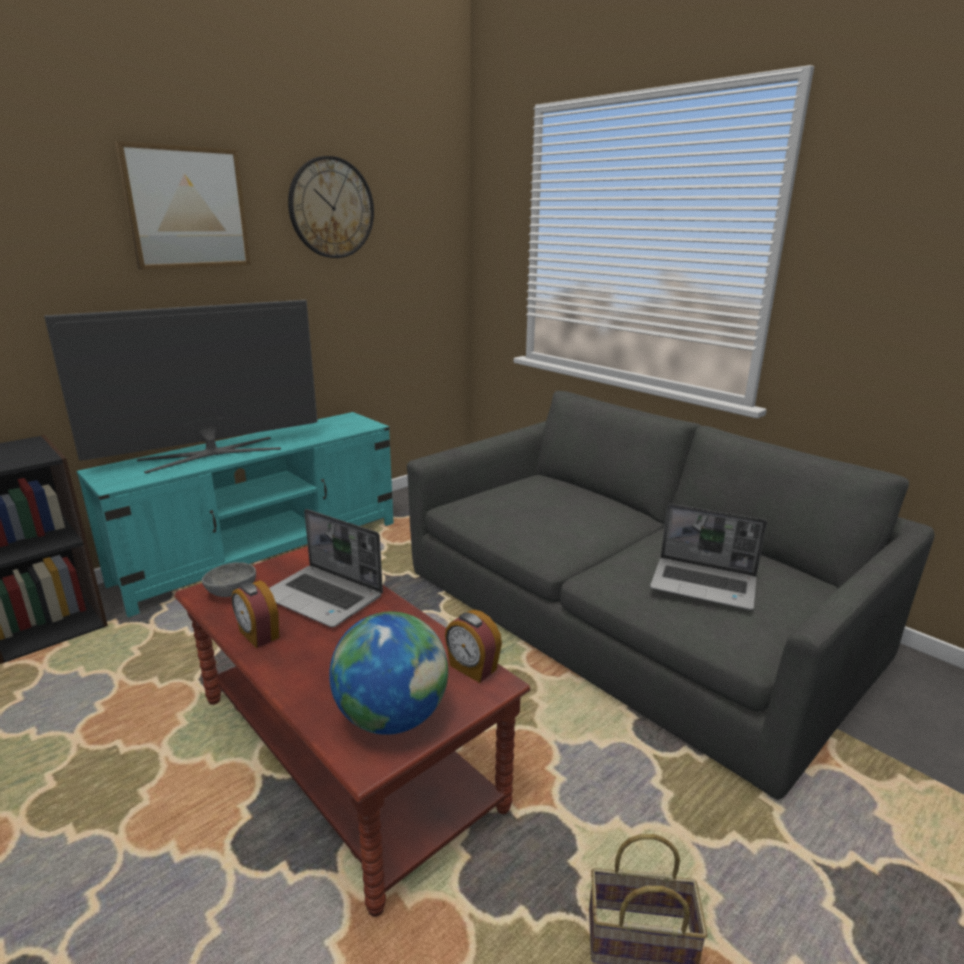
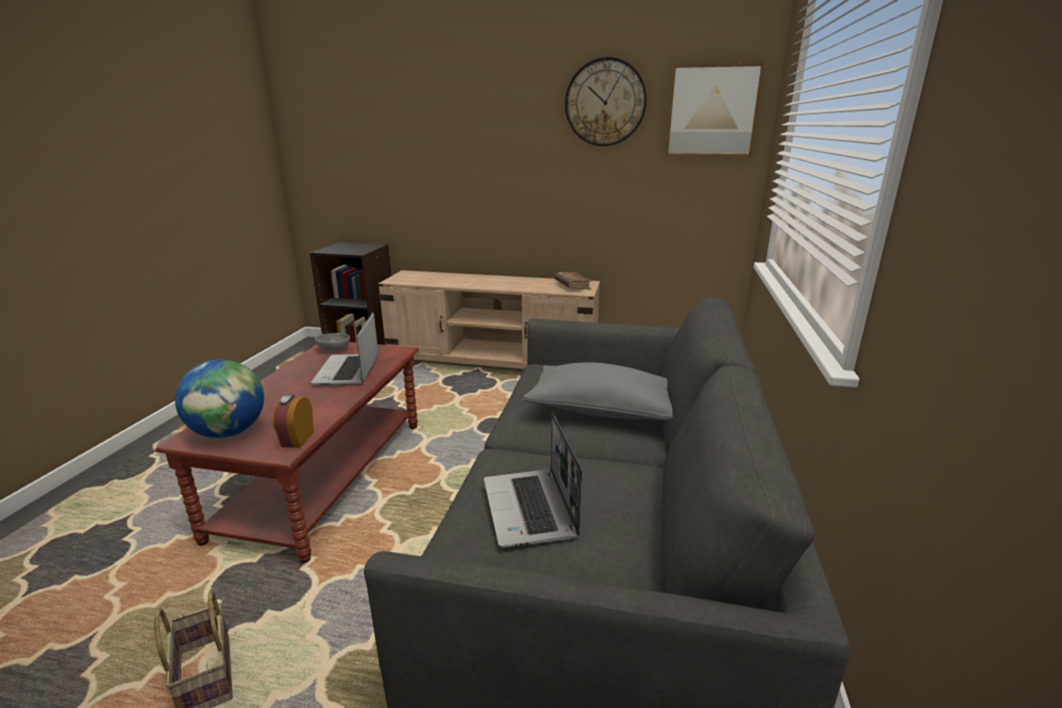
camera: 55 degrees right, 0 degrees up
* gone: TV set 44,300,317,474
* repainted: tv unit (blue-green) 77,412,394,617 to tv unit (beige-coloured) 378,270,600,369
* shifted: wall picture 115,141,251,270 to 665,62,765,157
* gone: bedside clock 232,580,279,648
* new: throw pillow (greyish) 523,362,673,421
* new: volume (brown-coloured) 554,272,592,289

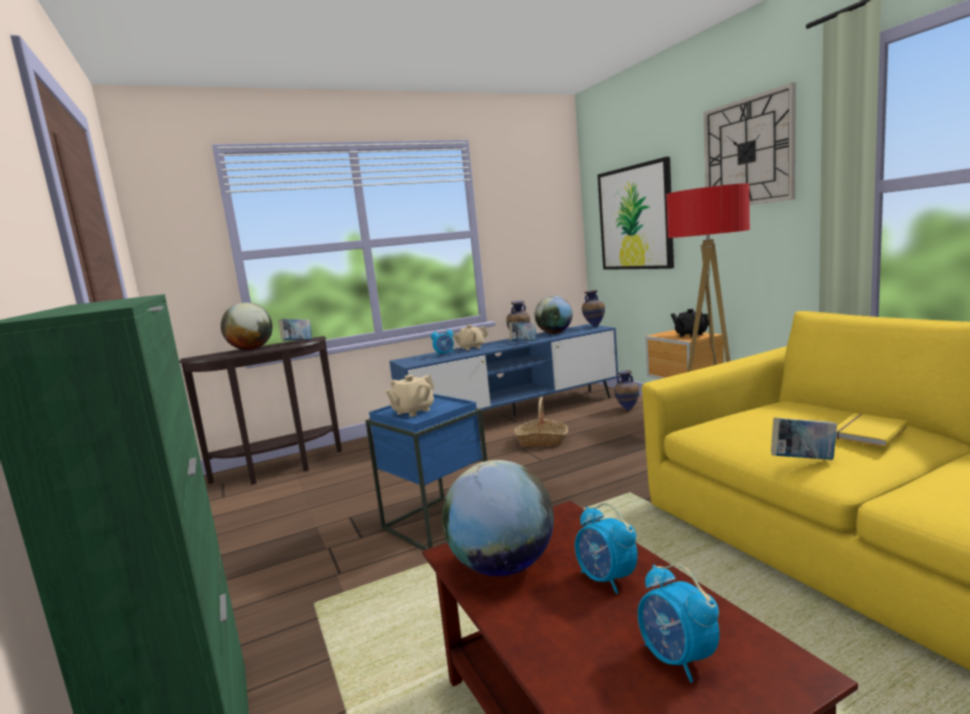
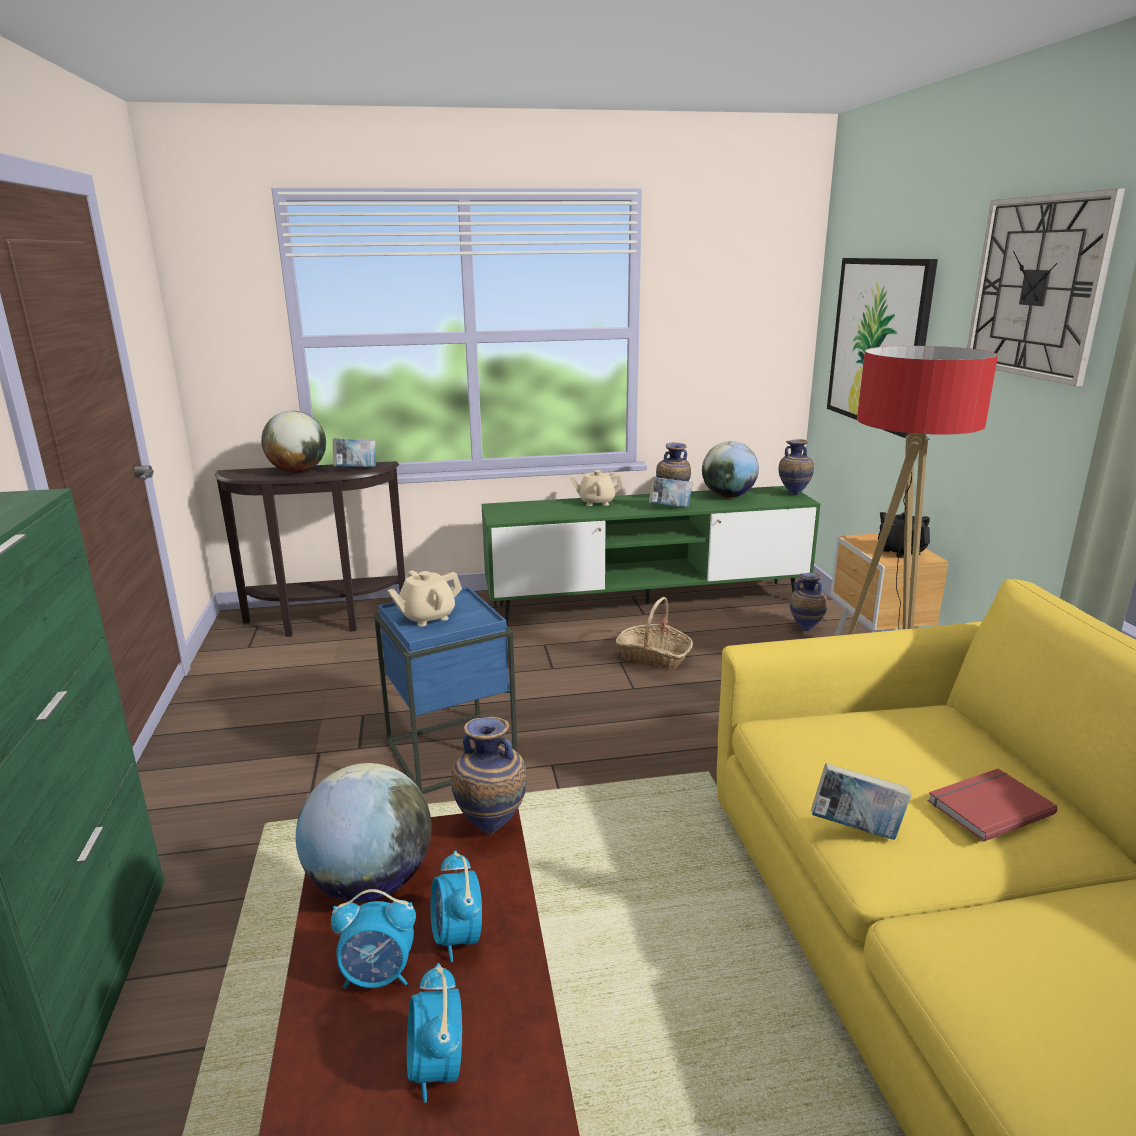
camera: 15 degrees right, 10 degrees up
* repainted: tv unit (bluish) 389,324,618,417 to tv unit (greenish) 482,486,820,626
* shifted: bedside clock 431,327,454,357 to 331,889,416,988
* repainted: volume (yellowish) 836,413,908,447 to volume (reddish) 928,769,1058,842
* new: vase 451,717,527,834

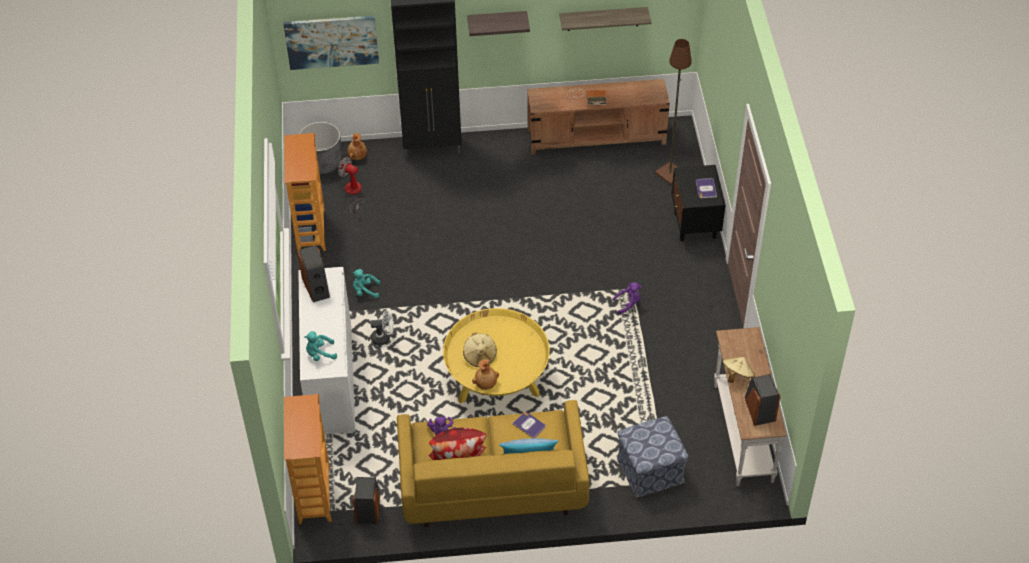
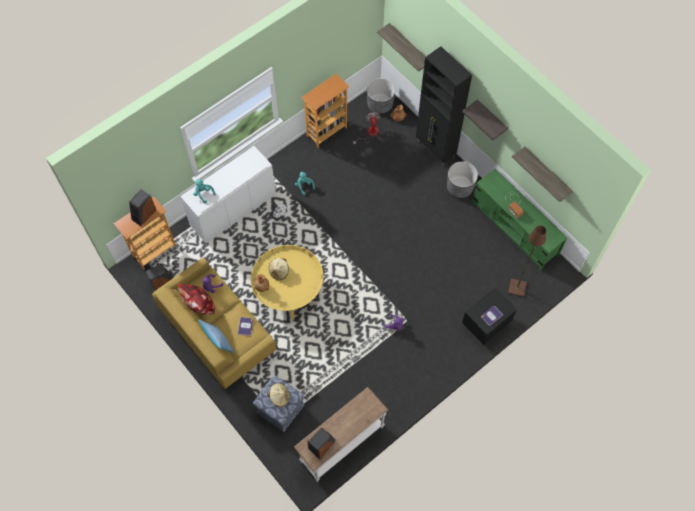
camera: 55 degrees right, 15 degrees up
* swapped: wall picture 283,15,379,70 to bracket shelf 377,23,426,72
* shifted: speaker 298,245,330,302 to 129,189,156,226
* repainted: tv unit (brown-coloured) 527,79,670,155 to tv unit (greenish) 472,169,568,271
* shifted: hat (beige-coloured) 722,357,755,383 to 267,383,289,407
* new: plant pot (greyish) 447,161,478,198

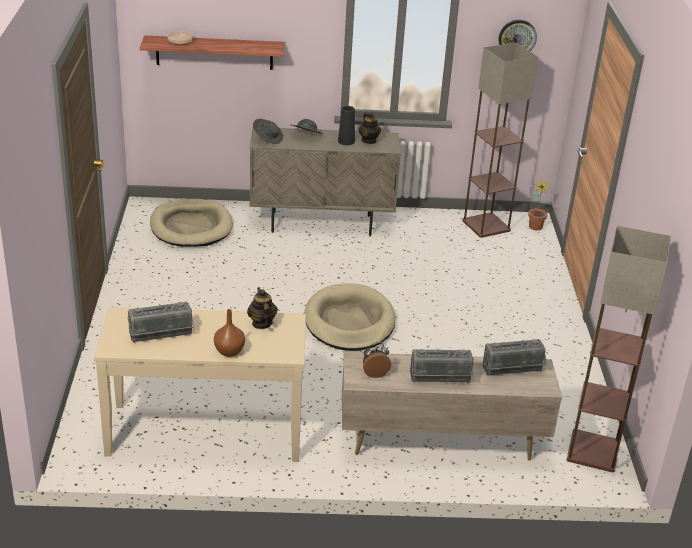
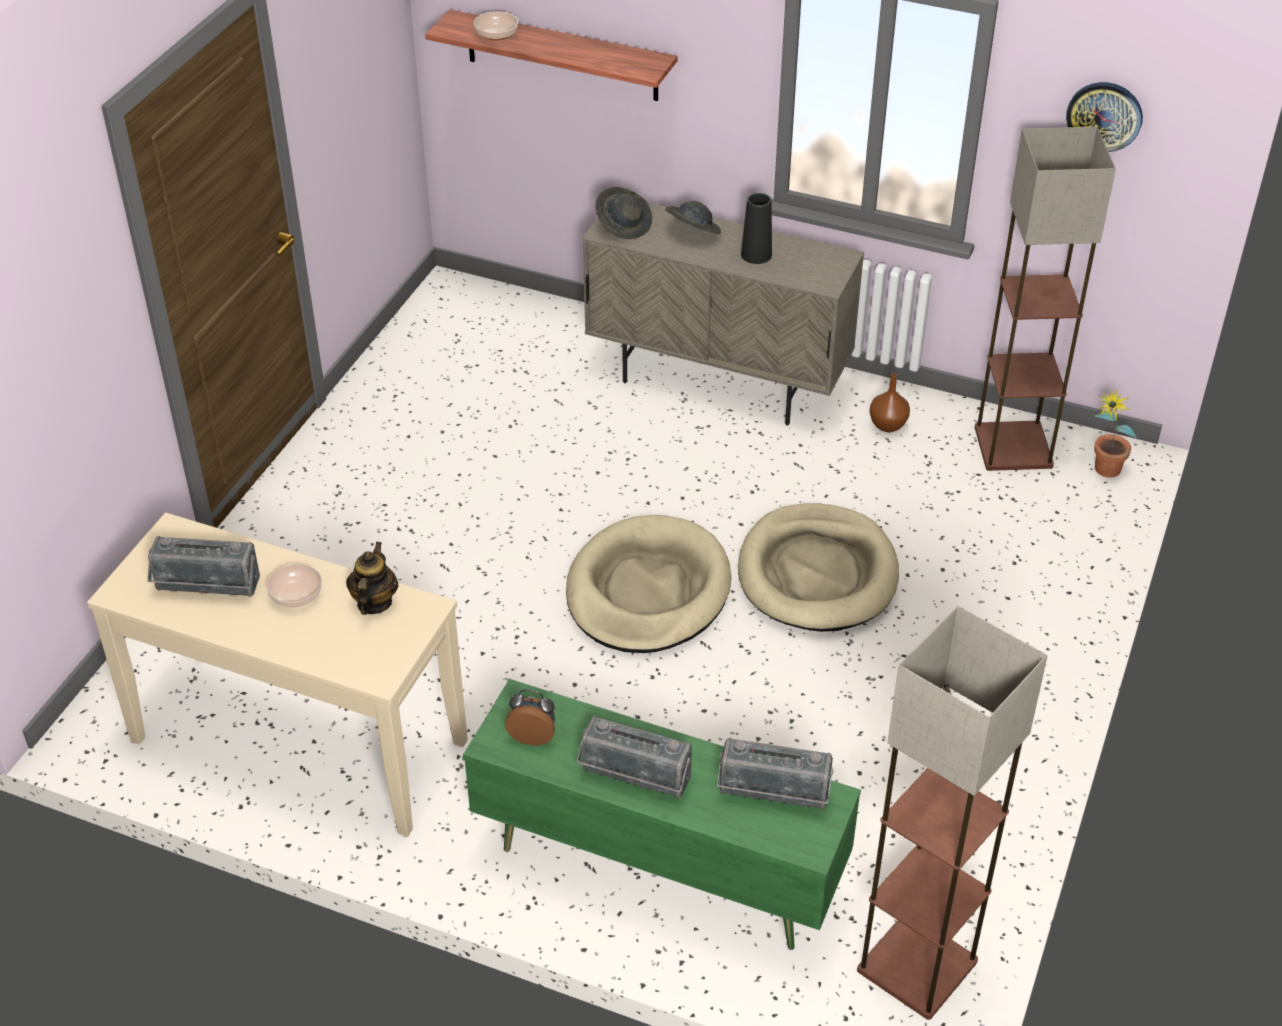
camera: 25 degrees right, 10 degrees up
* shifted: dog cushion (beige-coloured) 150,199,233,247 to 738,503,899,632
* shifted: vase (brown-coloured) 214,309,245,357 to 870,373,910,432
* repainted: tv unit (beige-coloured) 342,352,562,461 to tv unit (greenish) 462,679,861,950
* gone: tea pot 359,112,381,144
* new: bowl 266,564,322,608

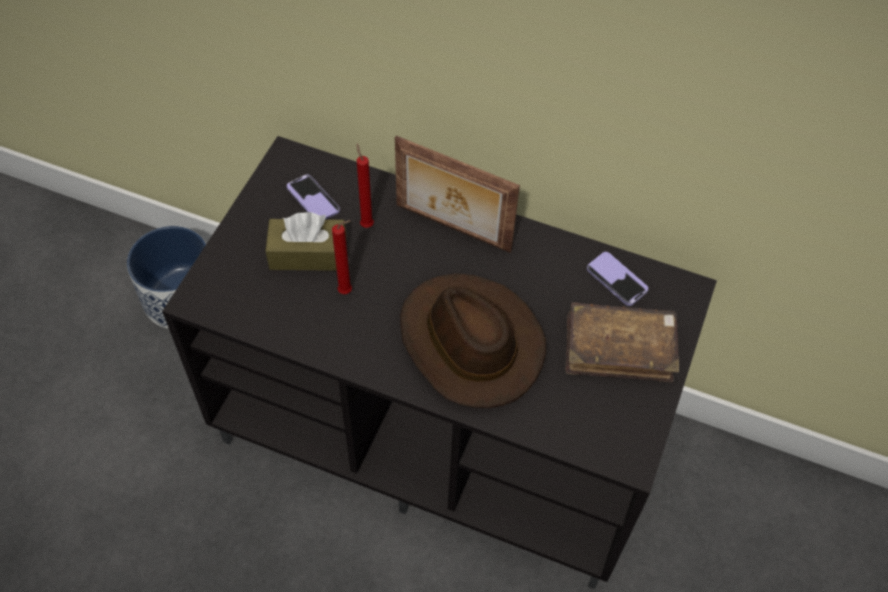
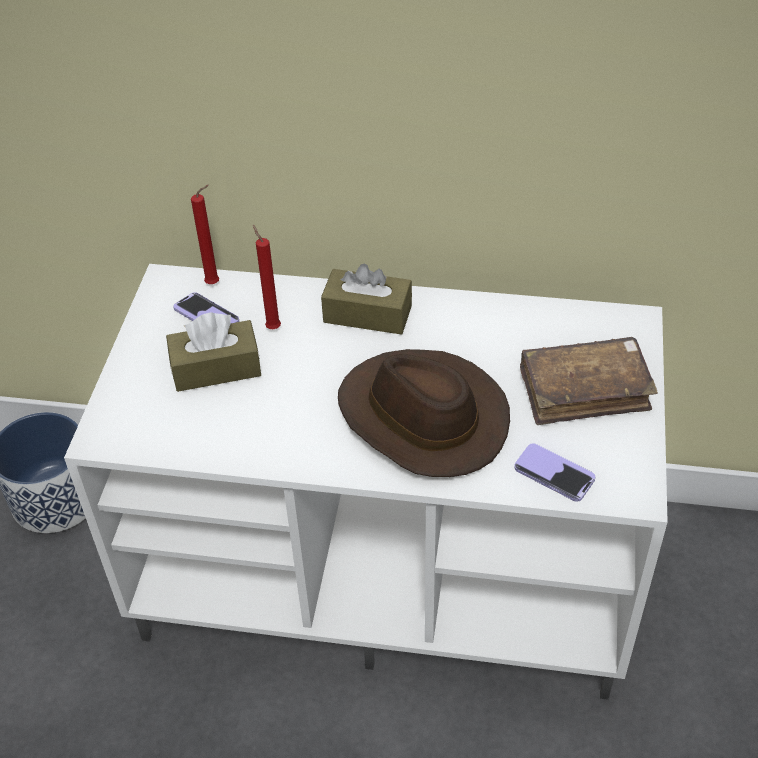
camera: 10 degrees left, 10 degrees down
* repainted: tv unit (blackish) 162,136,717,589 to tv unit (white-coloured) 64,264,668,700
* shifted: wax light (reddish) 332,220,352,294 to 191,185,219,284
* swapped: picture frame 395,136,520,253 to tissue box (brown-coloured) 321,263,412,335
* shifted: handset 587,252,648,306 to 514,443,595,502

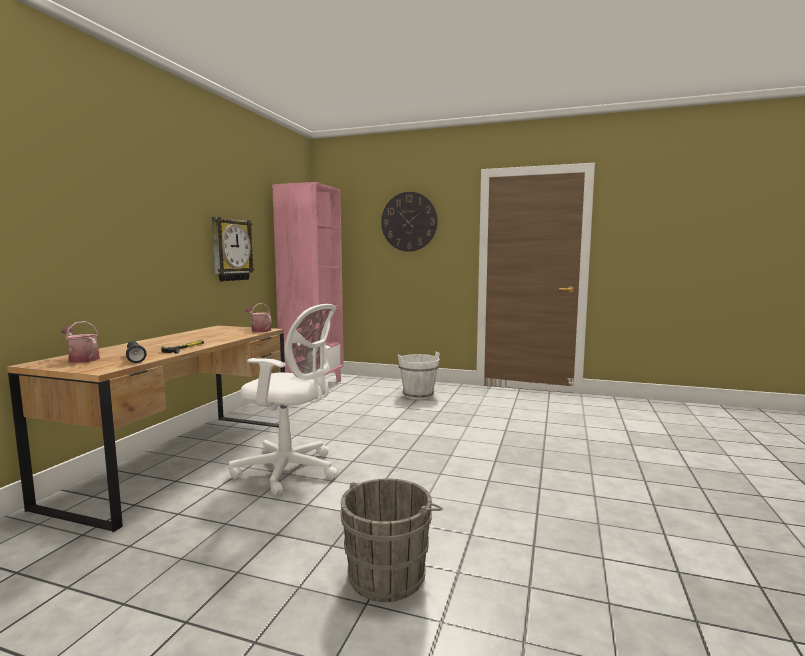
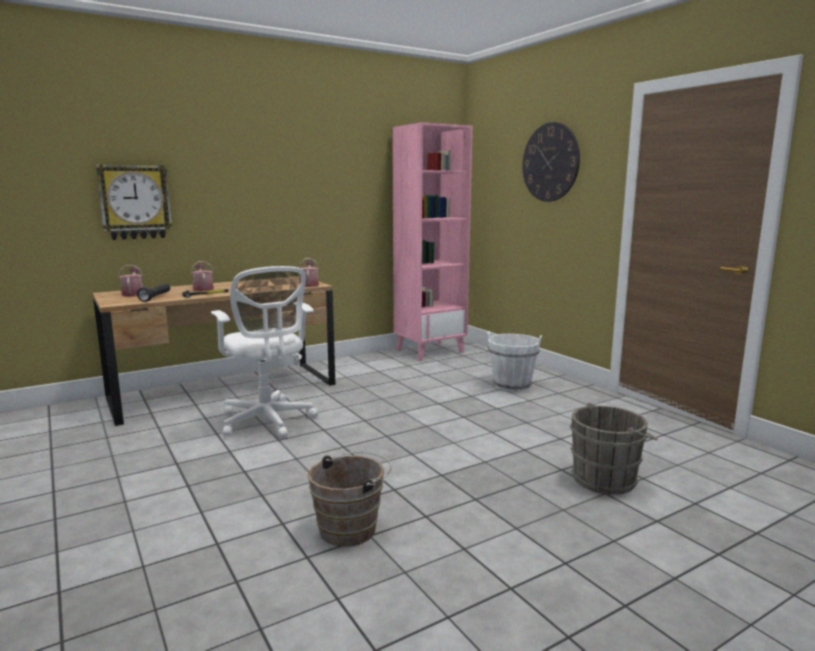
camera: 40 degrees right, 5 degrees up
* shifted: wall clock 212,217,254,281 to 96,164,172,240
* shifted: water bucket (greyish) 341,479,443,602 to 570,403,657,495
* new: sprinkling can 191,261,214,291
* new: water bucket (brown-coloured) 308,452,392,547

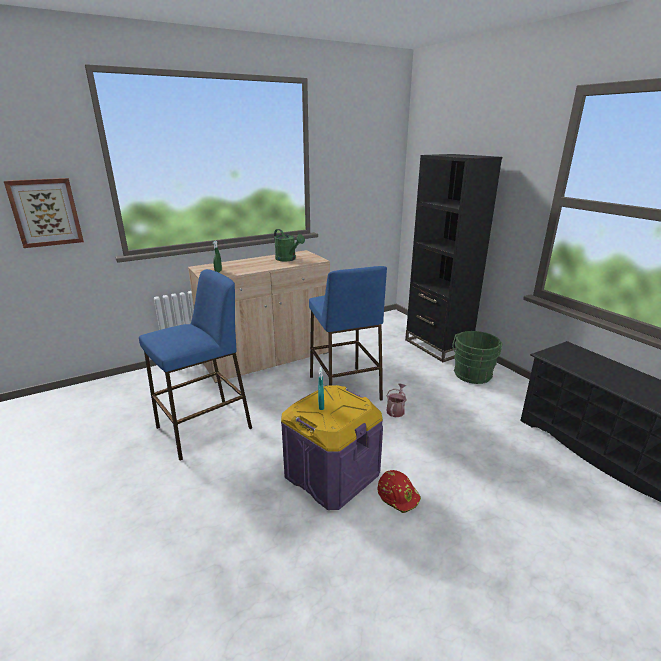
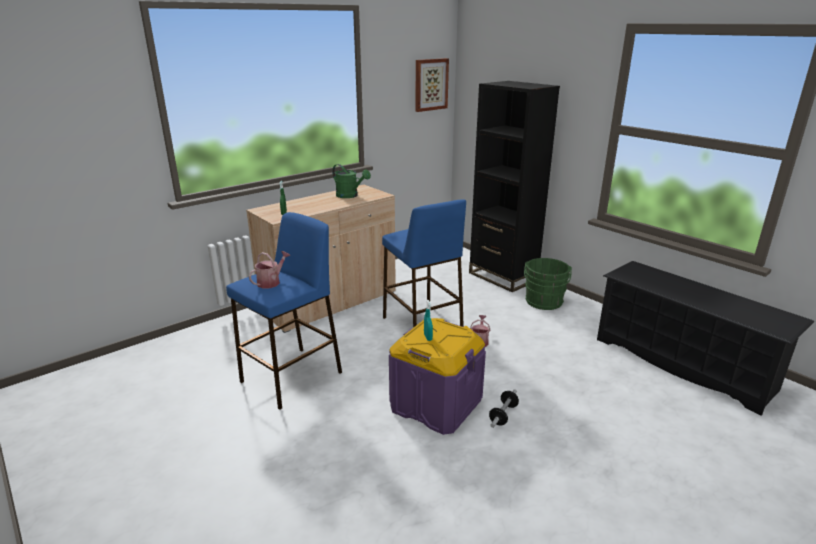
camera: 10 degrees left, 0 degrees up
* shifted: wall picture 4,178,84,248 to 415,58,449,112
* swapped: hard hat (reddish) 378,470,421,513 to free weight 489,389,519,428
* new: sprinkling can 249,251,291,288

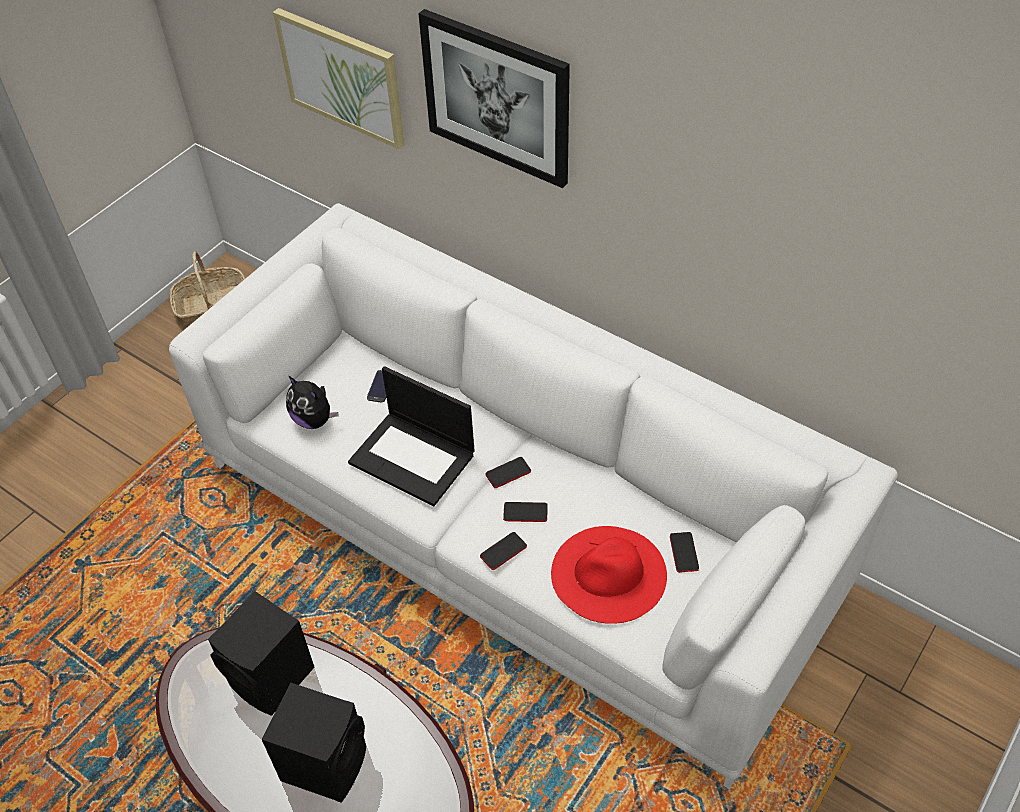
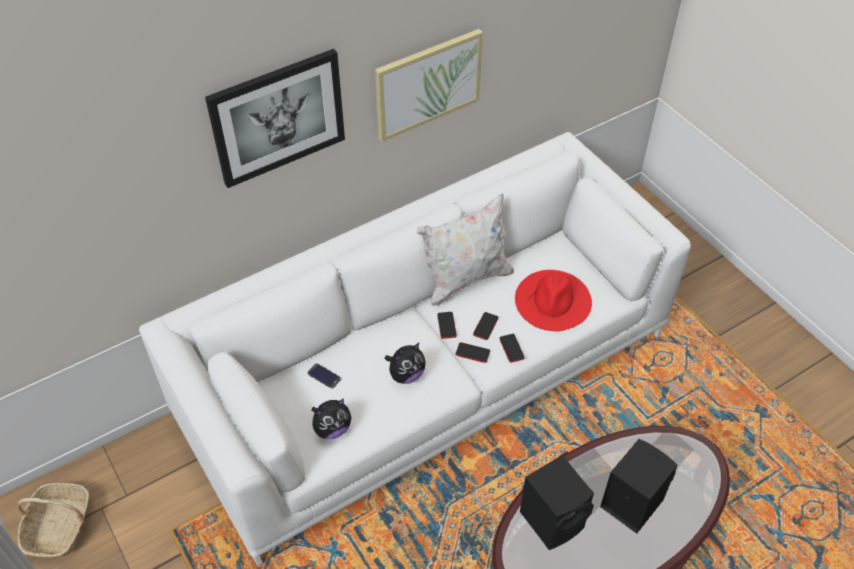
camera: 70 degrees left, 0 degrees up
* shifted: wall picture 273,8,405,150 to 375,29,483,142
* swapped: notebook computer 348,366,475,506 to soft toy 385,342,426,384
* shifted: handset 670,532,699,573 to 455,342,490,363
* new: throw pillow (white-coloured) 417,193,514,306

